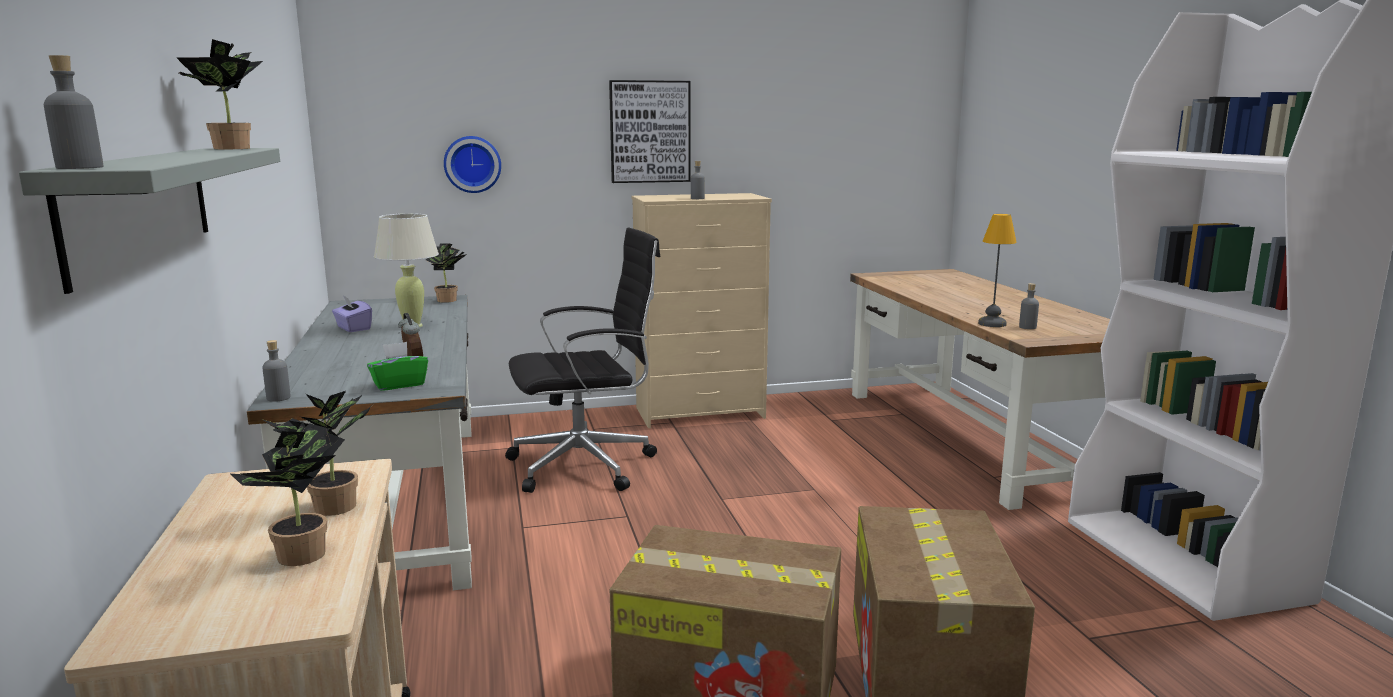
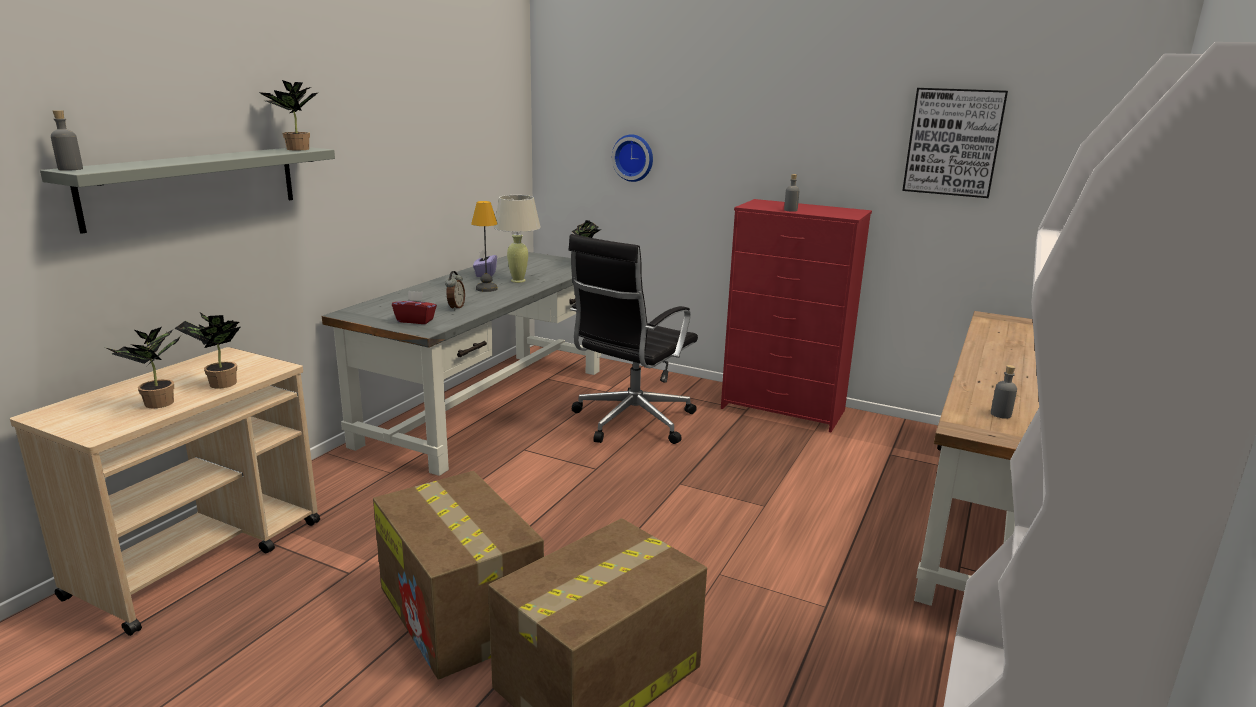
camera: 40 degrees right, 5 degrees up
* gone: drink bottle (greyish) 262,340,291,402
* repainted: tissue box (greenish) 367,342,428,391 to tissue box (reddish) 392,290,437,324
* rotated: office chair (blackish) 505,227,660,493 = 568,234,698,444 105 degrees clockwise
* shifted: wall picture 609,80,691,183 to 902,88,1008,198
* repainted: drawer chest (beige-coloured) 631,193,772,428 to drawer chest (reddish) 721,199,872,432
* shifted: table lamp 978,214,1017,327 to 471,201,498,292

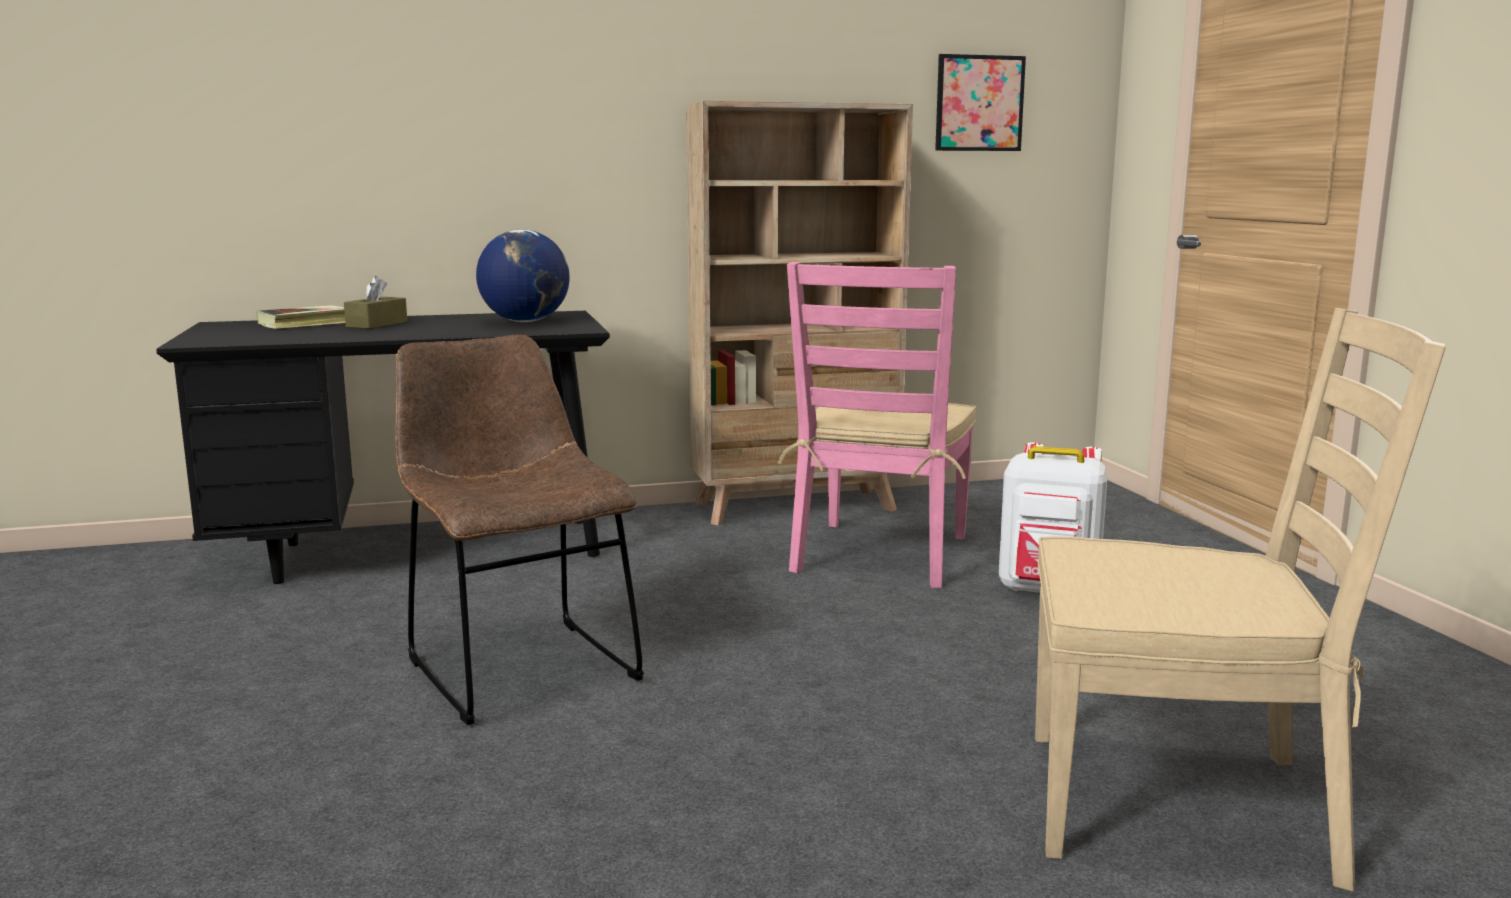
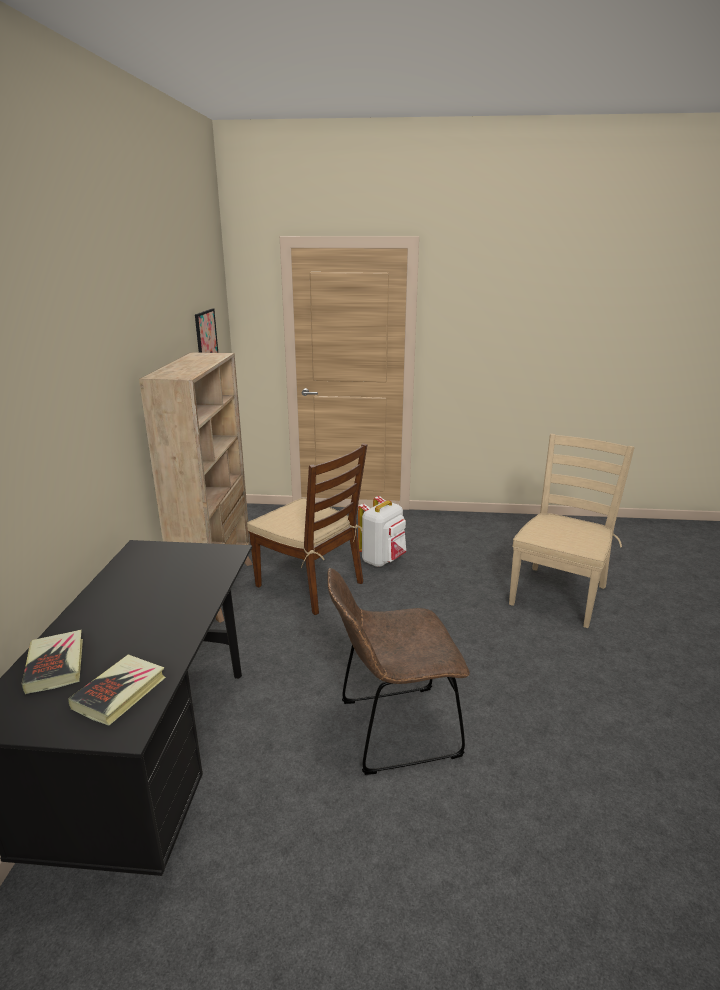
camera: 70 degrees left, 10 degrees up
* gone: tissue box (brown-coloured) 344,276,407,329
* gone: desk globe 476,230,569,322
* repainted: chair (pink-coloured) 778,262,976,588 to chair (brown-coloured) 247,443,367,615
* new: volume 68,654,166,726

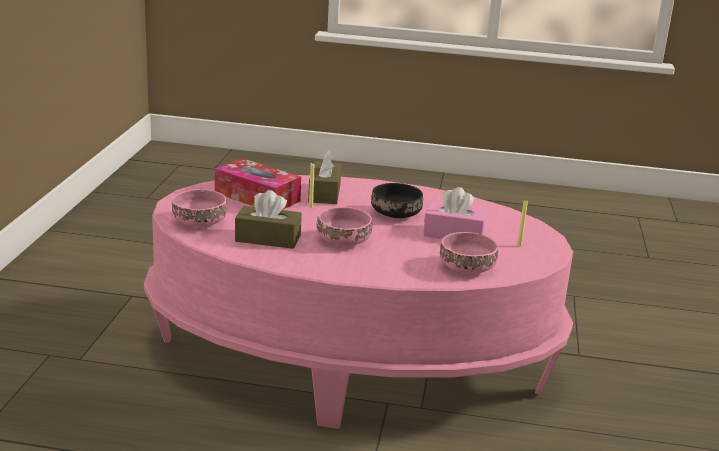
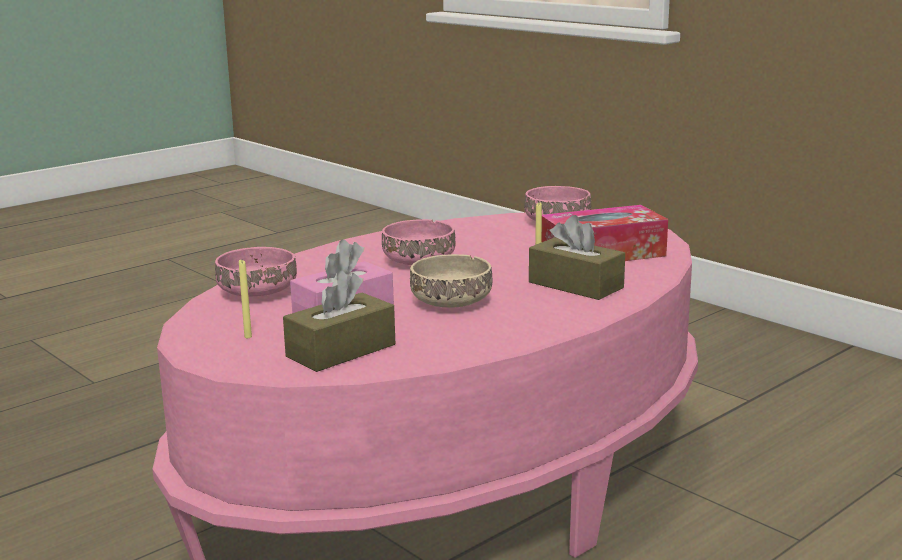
camera: 130 degrees right, 5 degrees down
* shifted: tissue box (brown-coloured) 235,190,302,249 to 283,271,395,372
* repainted: bowl (blackish) 371,183,423,218 to bowl (beige-coloured) 410,254,492,308

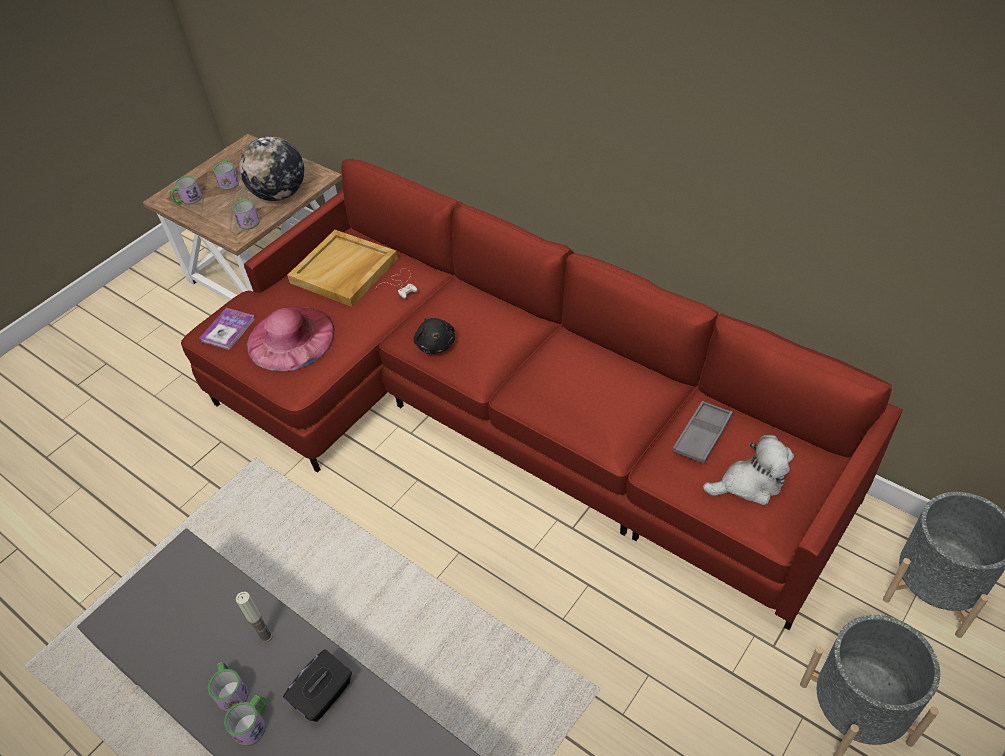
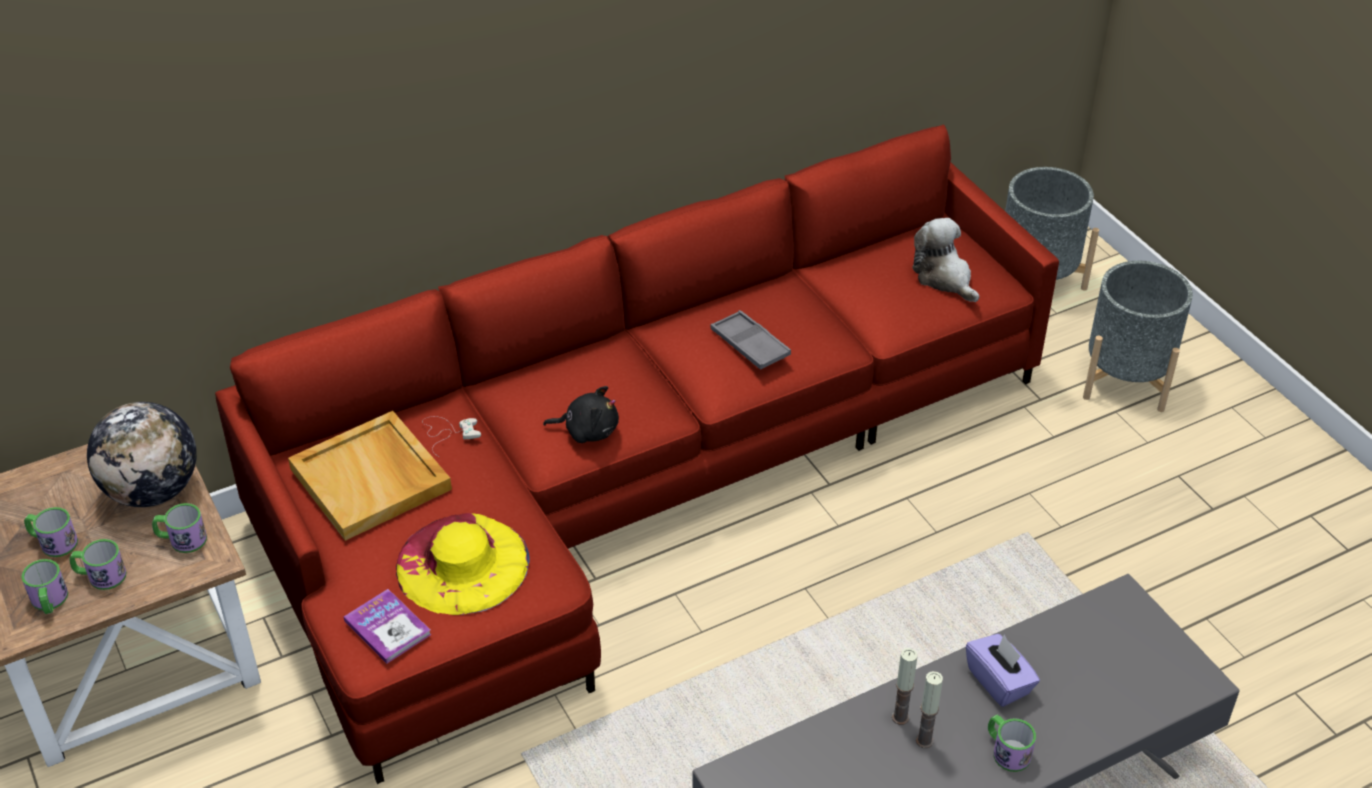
camera: 70 degrees left, 5 degrees down
* shifted: mug 208,662,248,712 to 70,539,127,590
* repainted: hat (pink-coloured) 247,307,335,371 to hat (yellowish) 396,513,530,615
* repainted: tissue box (blackish) 283,649,352,722 to tissue box (purple-coloured) 966,634,1040,707
* shifted: tray (greyish) 673,401,733,464 to 710,310,791,370
* rotated: soft toy 703,435,794,505 = 912,218,979,302 45 degrees counterclockwise
* new: wax light 916,671,943,748

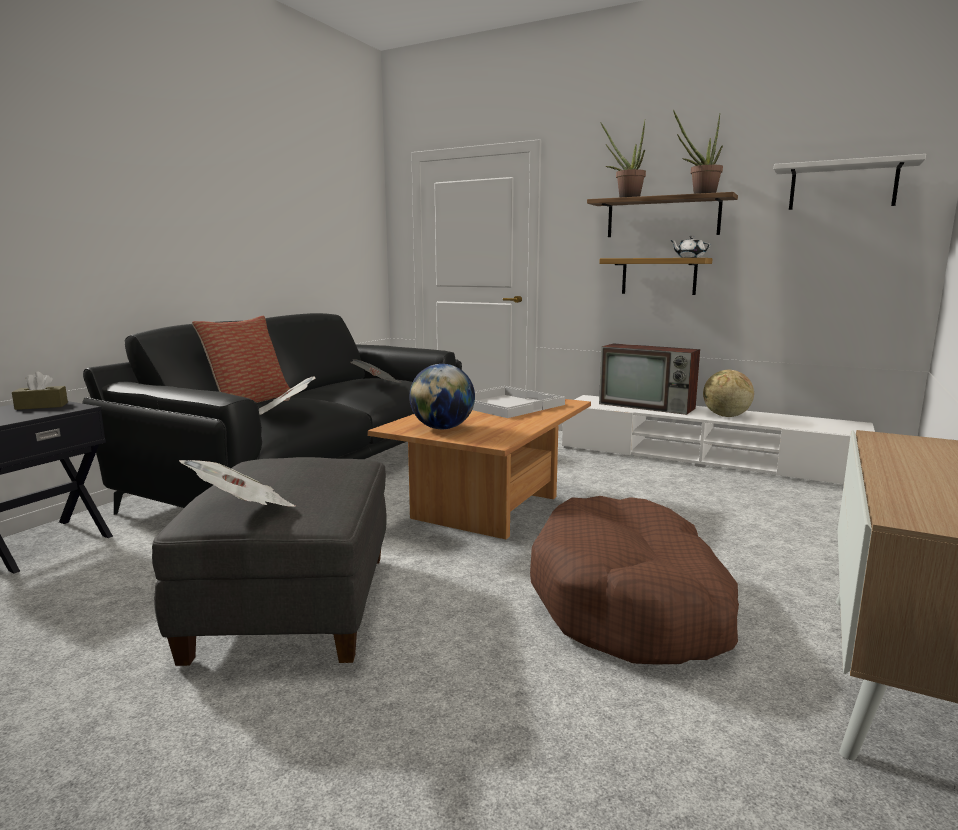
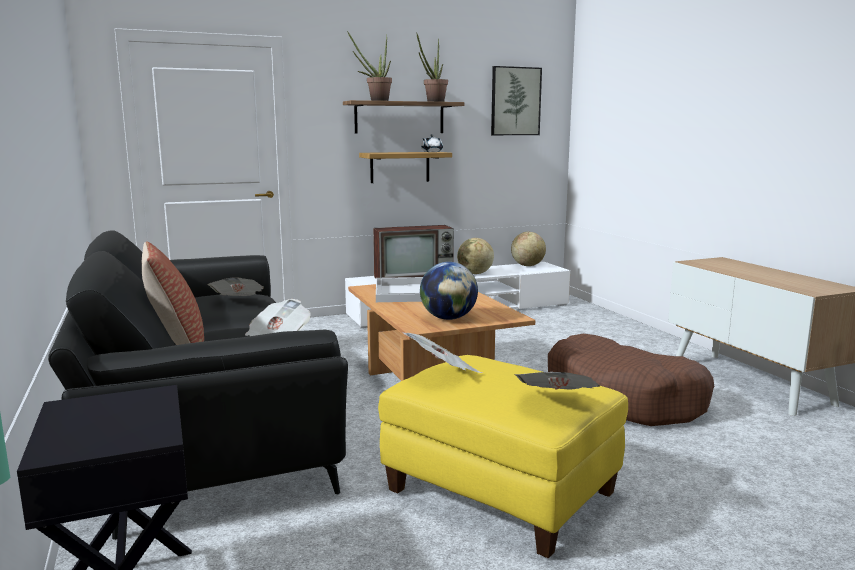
camera: 50 degrees left, 0 degrees up
* gone: tissue box (brown-coloured) 12,372,68,410
* repainted: footrest (greyish) 152,457,387,666 to footrest (yellowish) 378,355,628,559
* swapped: bracket shelf (white-coloured) 774,154,926,210 to wall picture 491,66,542,135
* new: newspaper 403,333,483,373
* new: desk globe 511,232,546,266

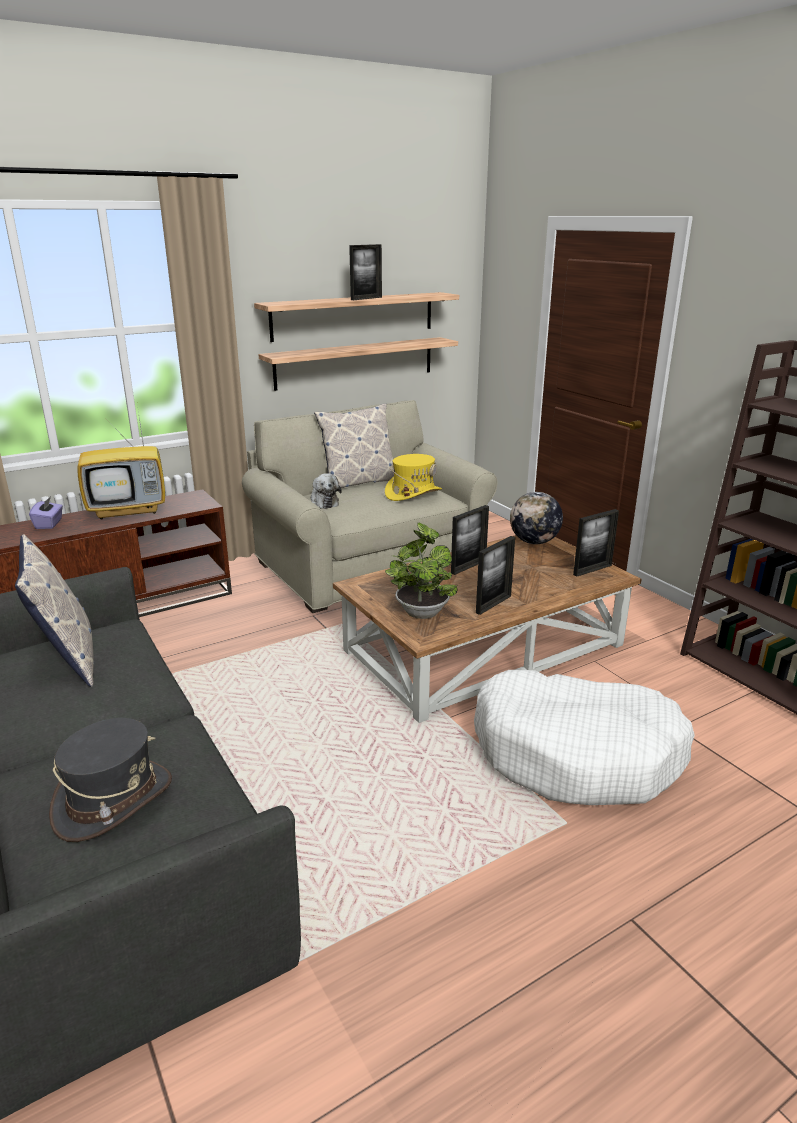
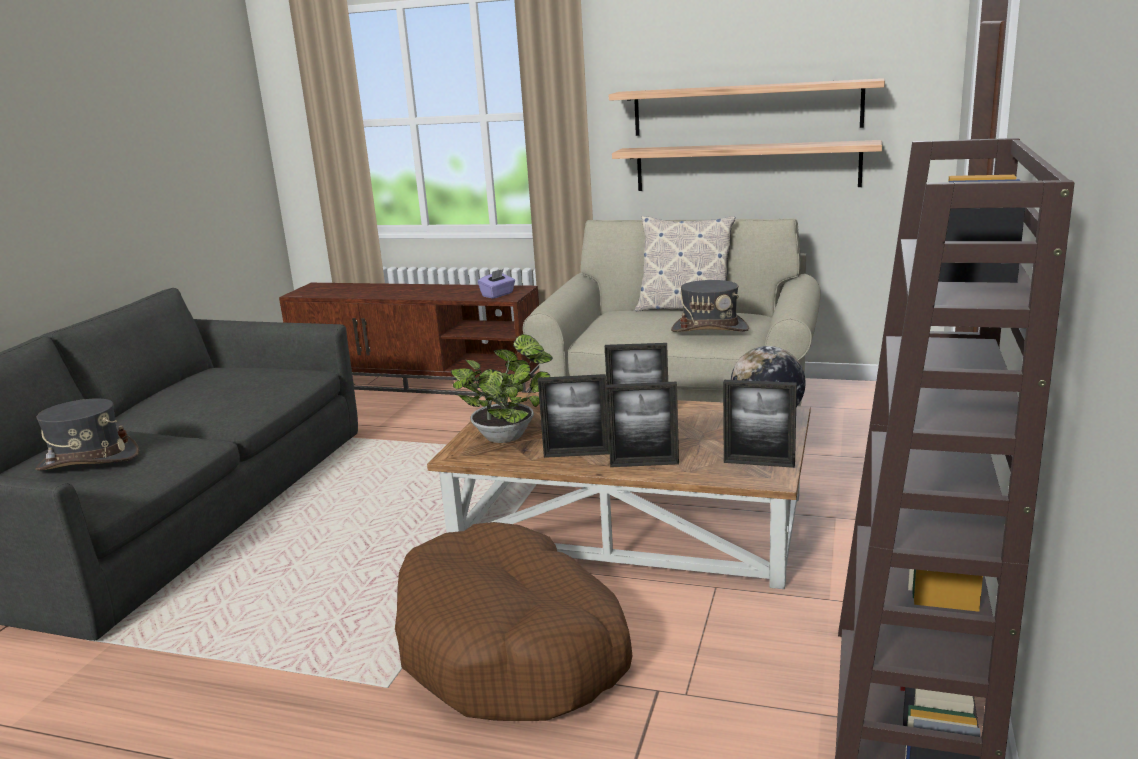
camera: 50 degrees right, 5 degrees down
* gone: throw pillow 15,534,94,687
* shifted: tissue box (purple-coloured) 29,496,63,529 to 478,269,515,299
* gone: TV set 77,411,165,520
* gone: soft toy 310,473,342,509
* shifted: picture frame 349,244,382,300 to 606,382,679,467
* repainted: hat (yellowish) 385,454,442,501 to hat (greyish) 671,280,749,332
* repainted: dog cushion (white-coloured) 474,670,695,805 to dog cushion (brown-coloured) 395,522,632,721

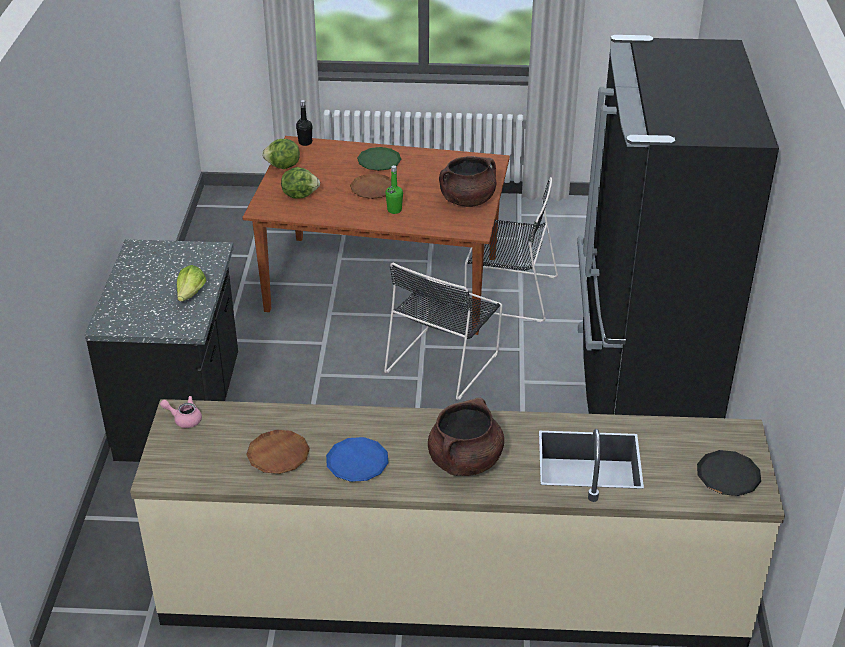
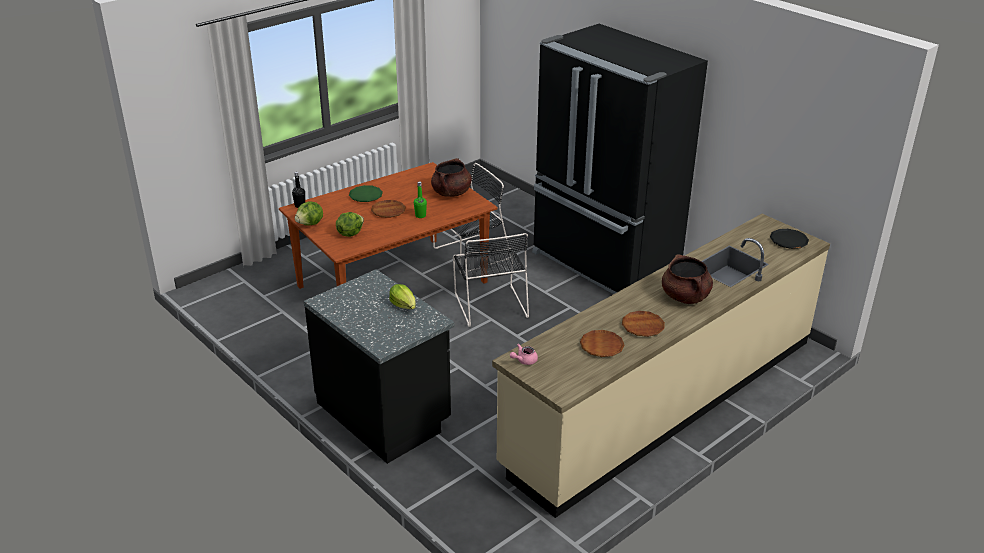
camera: 45 degrees left, 5 degrees down
* repainted: dinner plate (bluish) 326,437,389,482 to dinner plate (brown-coloured) 622,311,665,337

